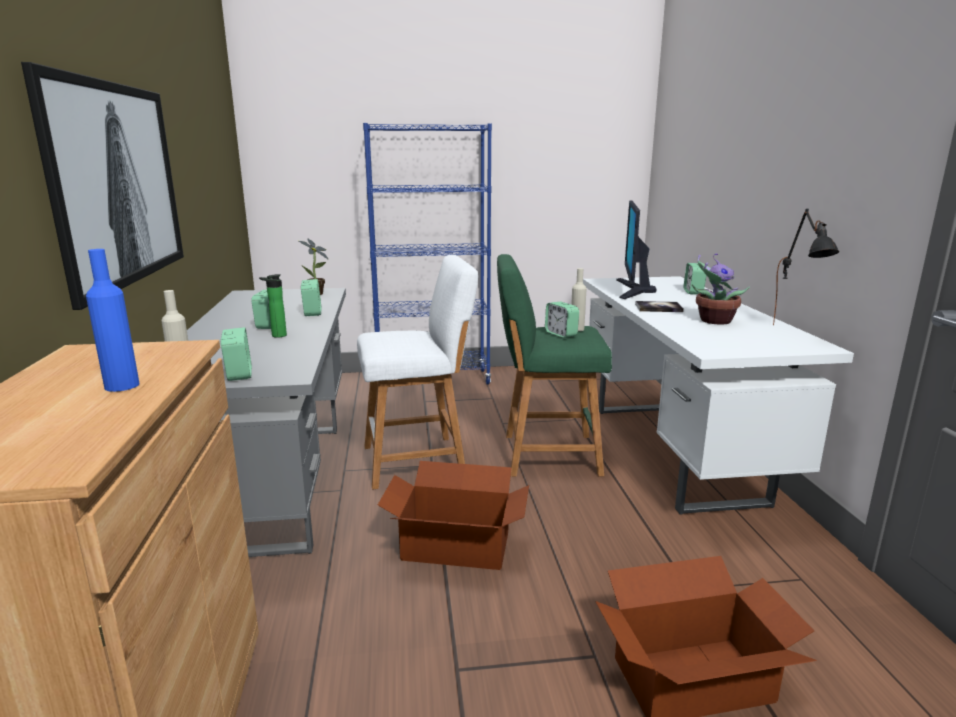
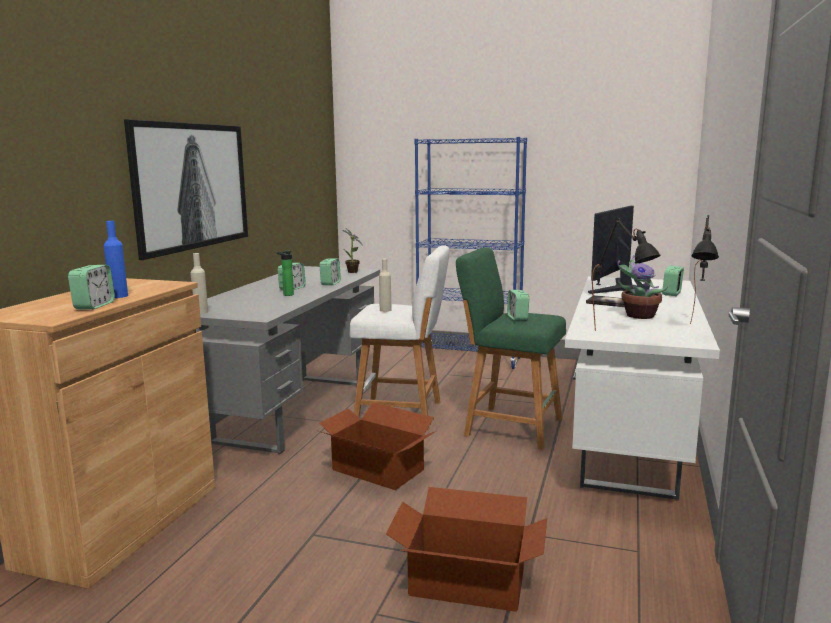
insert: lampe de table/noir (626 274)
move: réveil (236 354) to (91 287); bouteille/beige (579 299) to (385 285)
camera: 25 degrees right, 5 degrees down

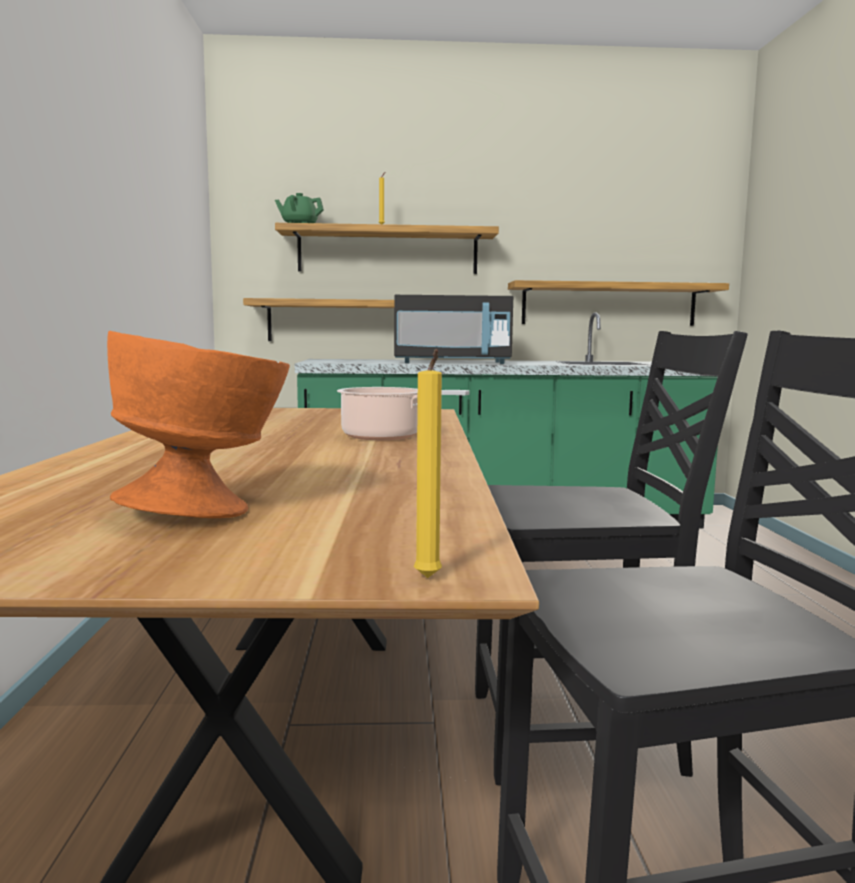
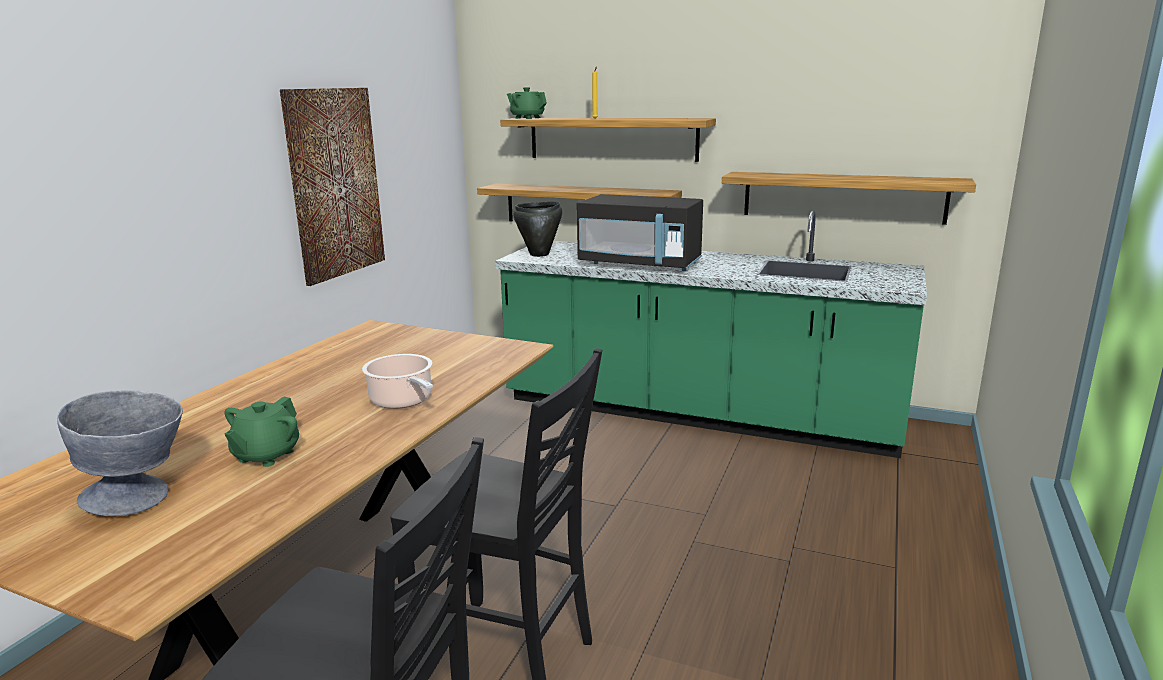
delete: bougie/jaune (428 463)
insert: théière/vert (261 432); tableau (332 187); marmite/noir (537 229)
recolor: bol/orange (198 424) to bol/gris (120 453)
camera: 25 degrees right, 10 degrees up

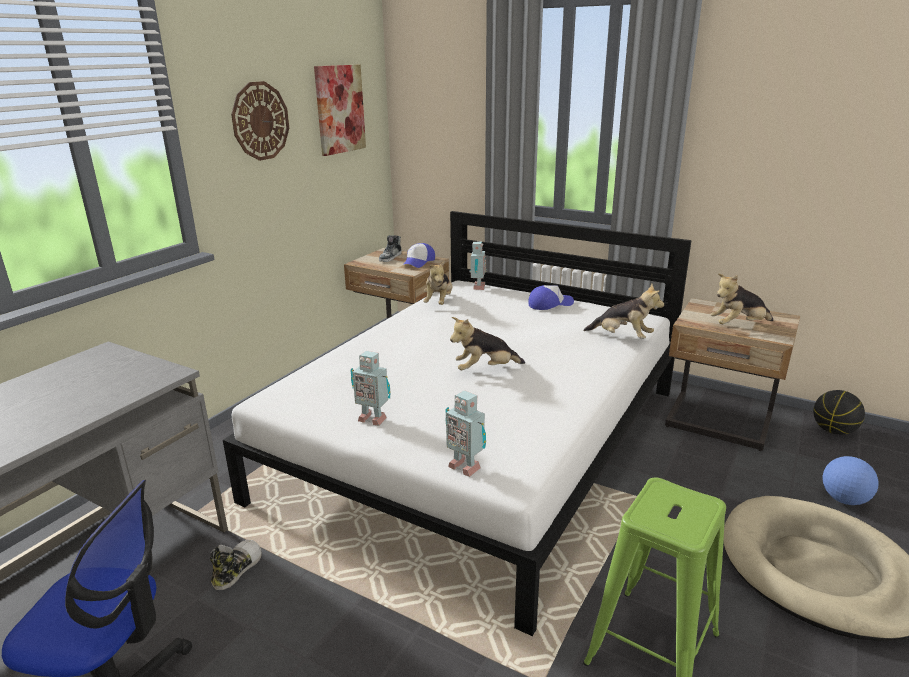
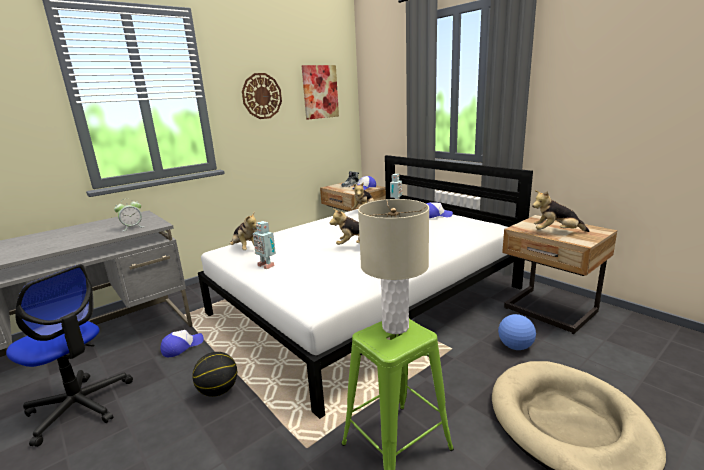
delete: robot jouet (465 433)
insert: réveil (128 215); lampe de table/beige (393 266)
move: ballon de basket (839 412) to (214 374); peluche (623 311) to (243 231); ballon de foot (850 480) to (517 332)
replace: chaussure (236 565) to casquette (182 343)
camera: 20 degrees right, 5 degrees down

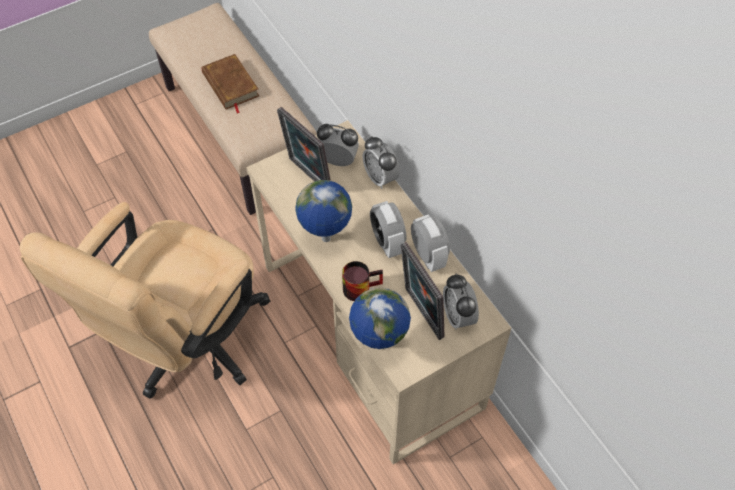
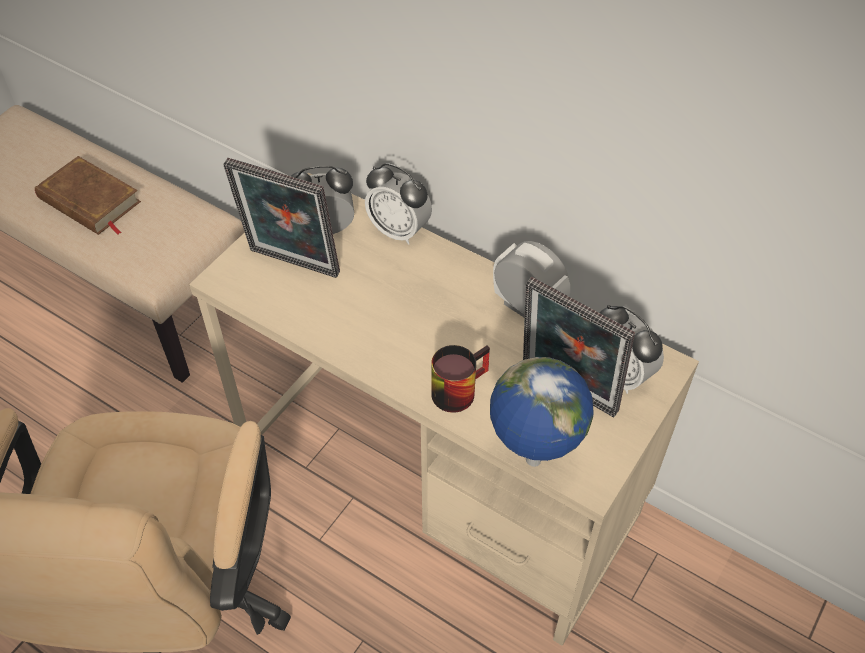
delete: globe (323 211); réveil (388 229)
camera: 25 degrees left, 5 degrees down

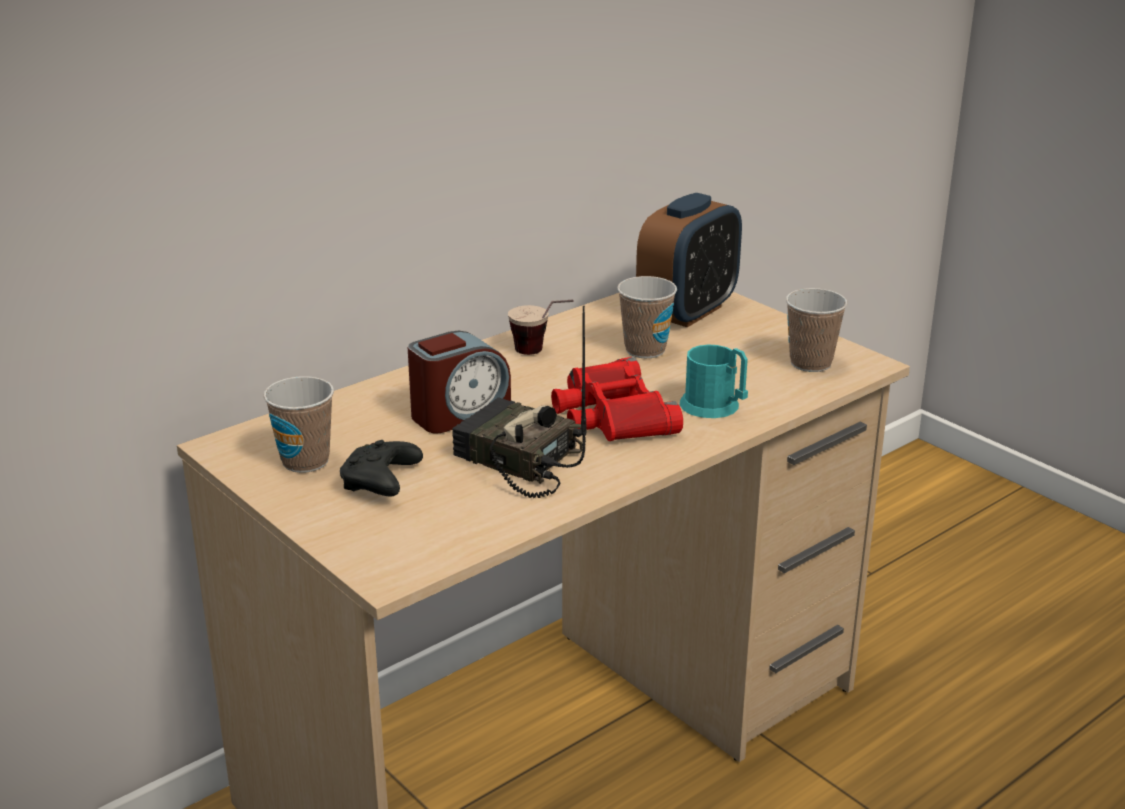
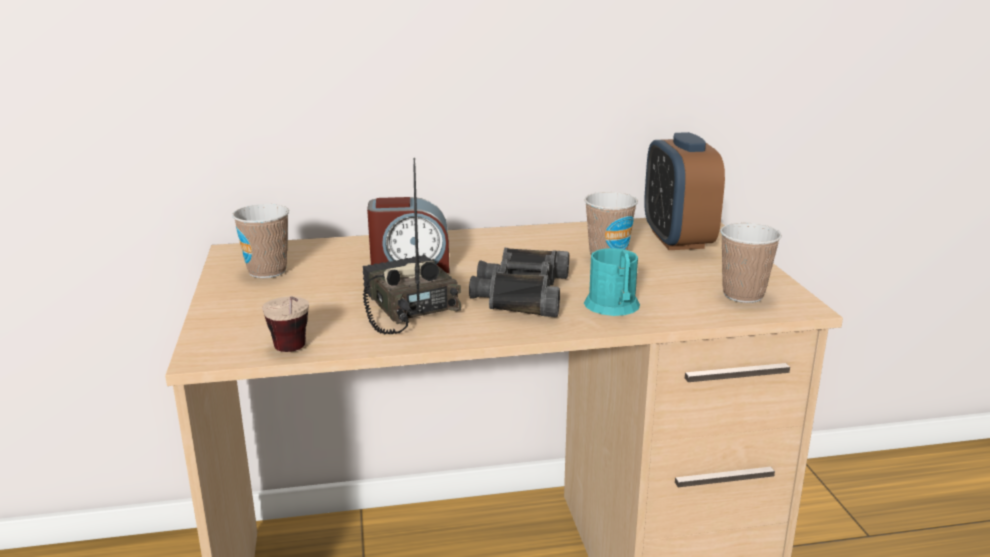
delete: manette/noir (381 468)
move: tasse (540 327) to (285 324)
recolor: jumelles/rouge (617 399) to jumelles/noir (519 282)
rotate: réveil (689 260) = (684 191) 105 degrees clockwise
camera: 30 degrees right, 5 degrees down

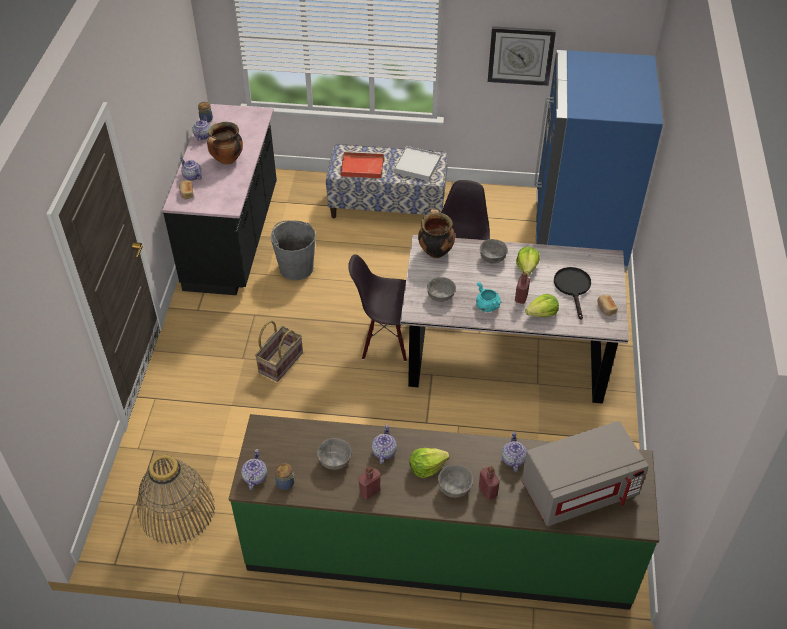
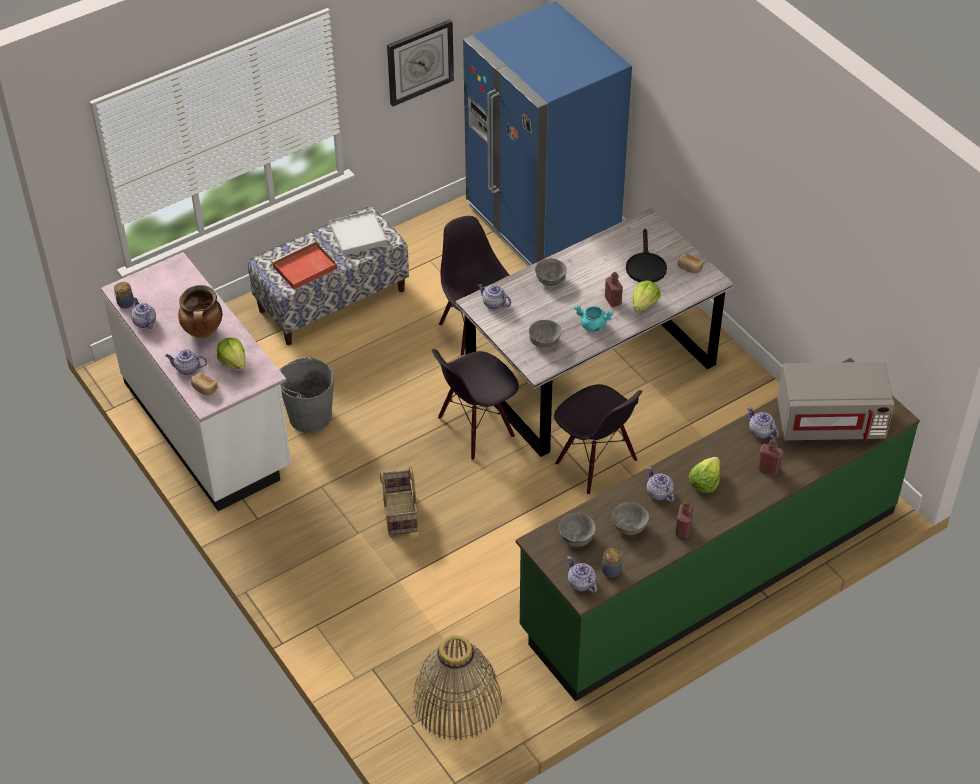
insert: chaise/noir (598 439)
move: laitue (528 261) to (231 354); bol/gris (455 481) to (577 530)
replace: marmite (436 233) to théière (494 297)
recolor: comptoir de cuisine/noir (219 199) to comptoir de cuisine/blanc (196 381)
rotate: poêle/noir (572 293) = (646 255) 135 degrees counterclockwise; micro-ondes/gris (585 474) = (835 402) 60 degrees clockwise
camera: 40 degrees left, 0 degrees up

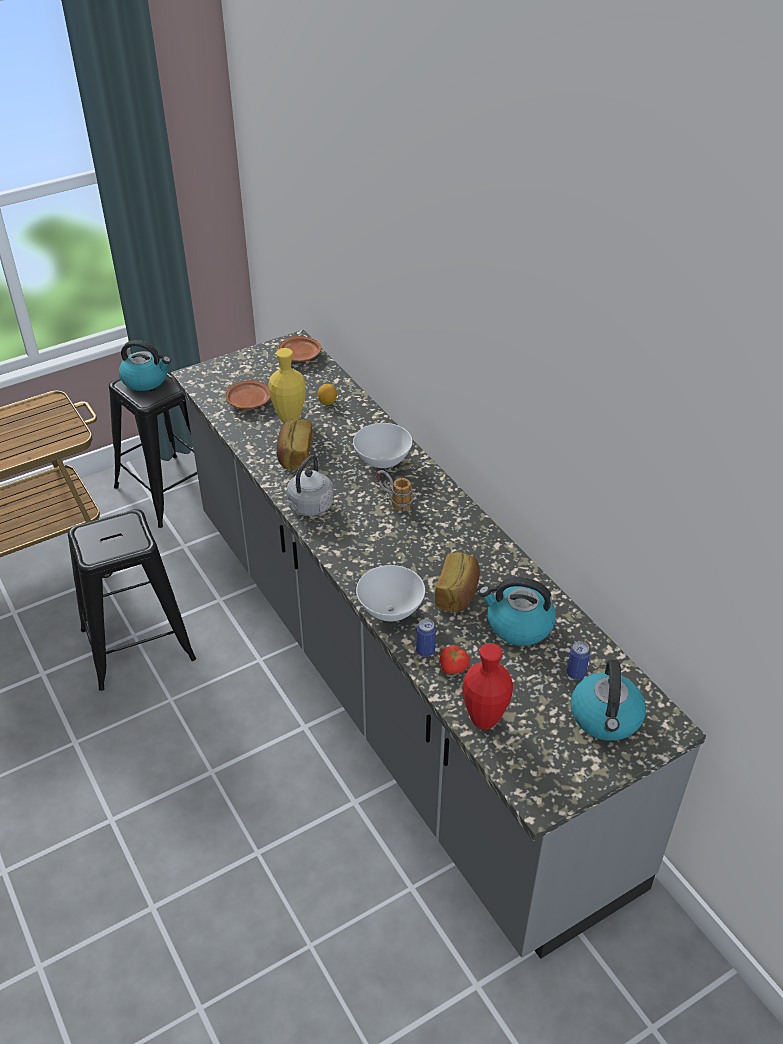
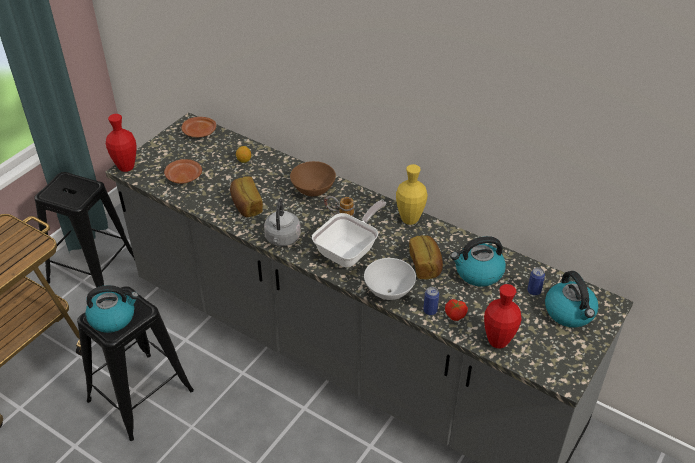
insert: vase/rouge (121 143); poêle (349 233)
move: bouilloire (145 365) to (112 309); vase/jaune (287 385) to (411 194)
recolor: bol/blanc (382 445) to bol/marron (313 178)
camera: 25 degrees left, 0 degrees up

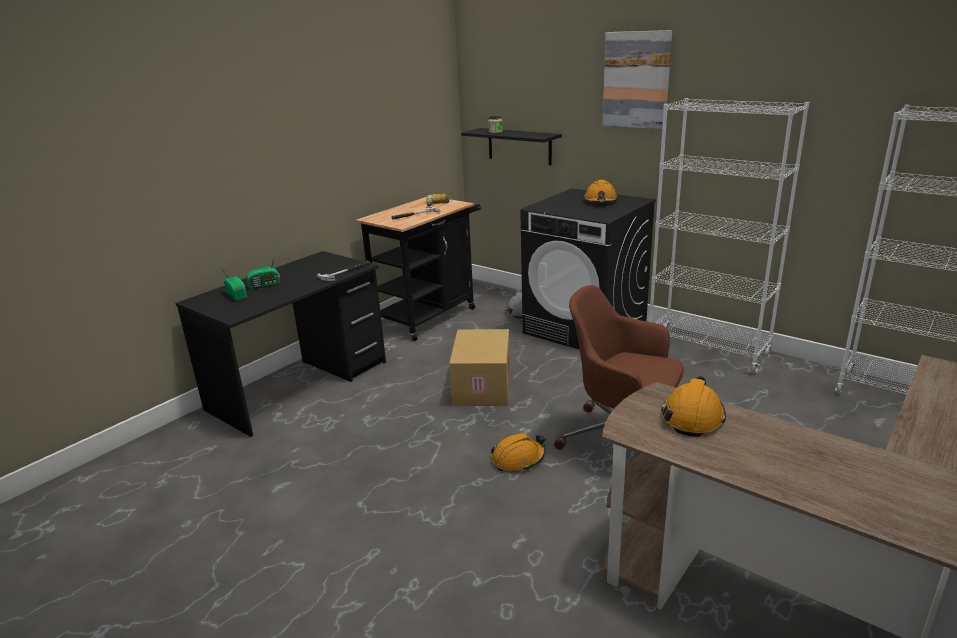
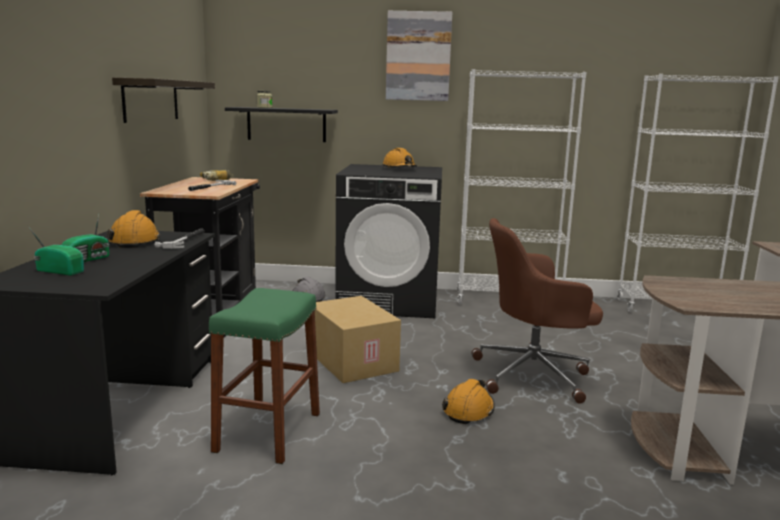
insert: étagère (163 100); tabouret/vert (264 376)
move: casque de chantier/orange (693 406) to (134 229)
camera: 35 degrees left, 10 degrees down

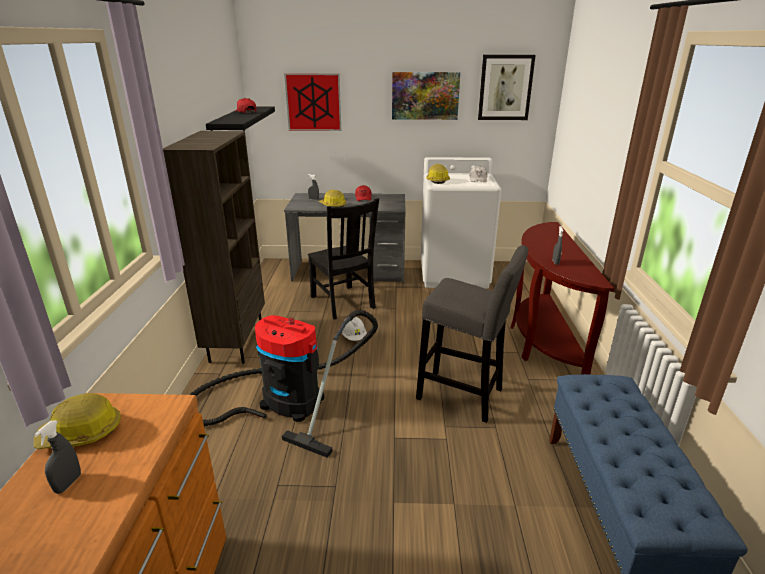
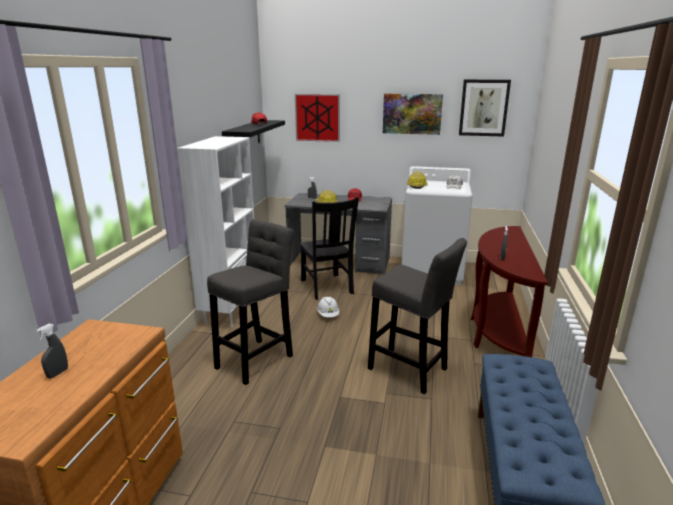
delete: casque de chantier (77 421)
replace: aspirateur (283 384) to tabouret/gris (250 302)
recolor: bibliothèque/marron (214 247) to bibliothèque/blanc (216 231)
camera: 10 degrees right, 5 degrees down

